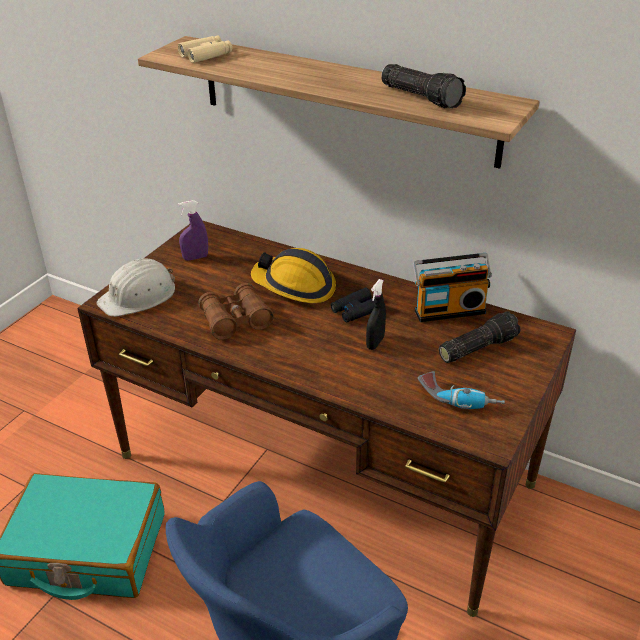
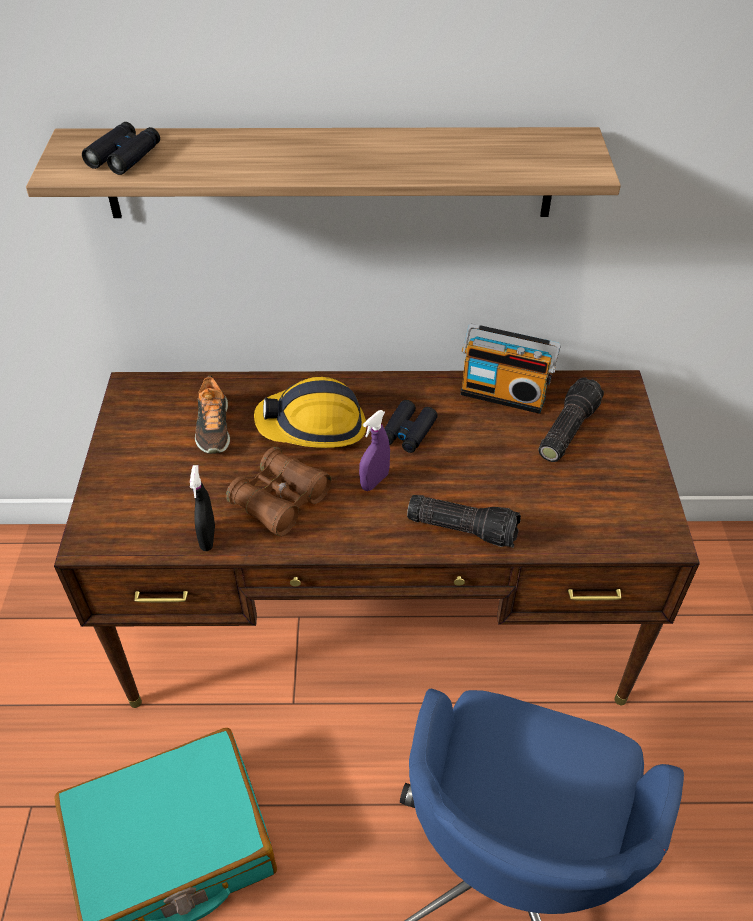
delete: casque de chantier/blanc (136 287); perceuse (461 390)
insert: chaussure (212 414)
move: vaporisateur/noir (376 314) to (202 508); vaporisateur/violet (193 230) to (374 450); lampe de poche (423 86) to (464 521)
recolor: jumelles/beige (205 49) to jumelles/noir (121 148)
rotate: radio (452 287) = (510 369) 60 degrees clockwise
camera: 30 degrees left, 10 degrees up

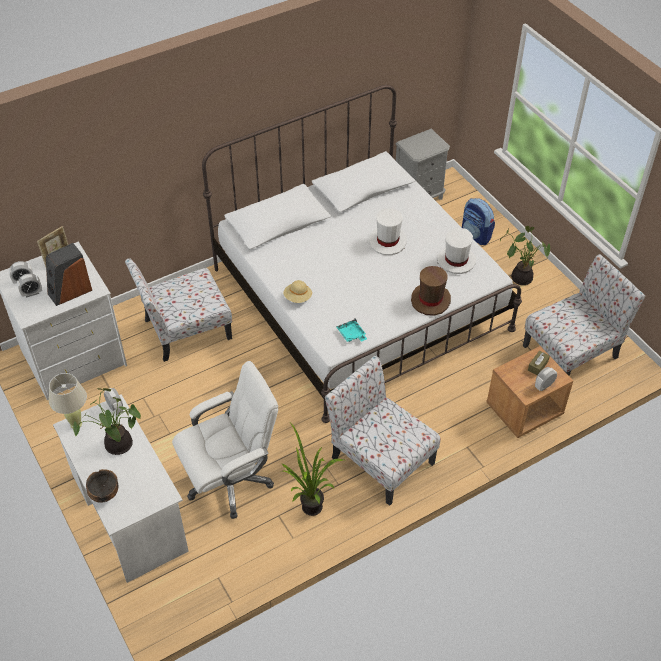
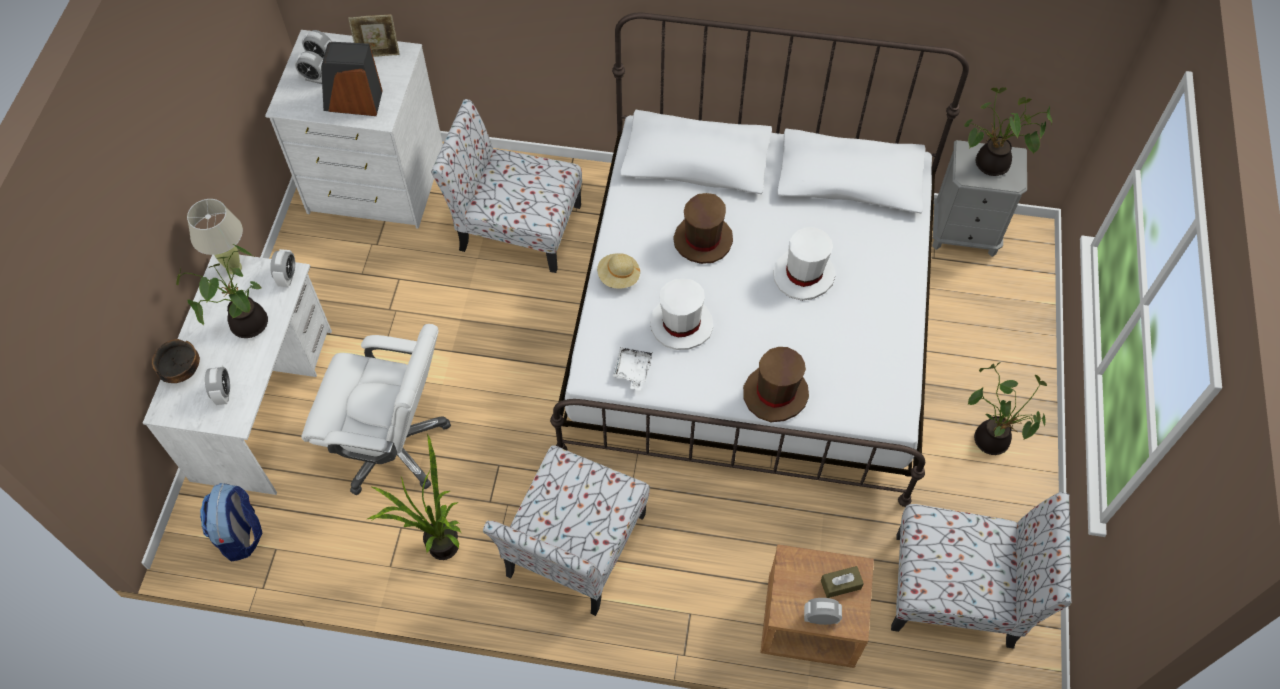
insert: réveil (217 385); chapeau/marron (703 228); plante en pot (1008 131)
move: sac à dos (478 221) to (231 522); chapeau/blanc (456 251) to (681 314)
recolor: plateau/turquoise (351 330) to plateau/blanc (632 369)
rotate: chaise (383 430) = (566 530) 150 degrees counterclockwise
camera: 40 degrees right, 10 degrees up

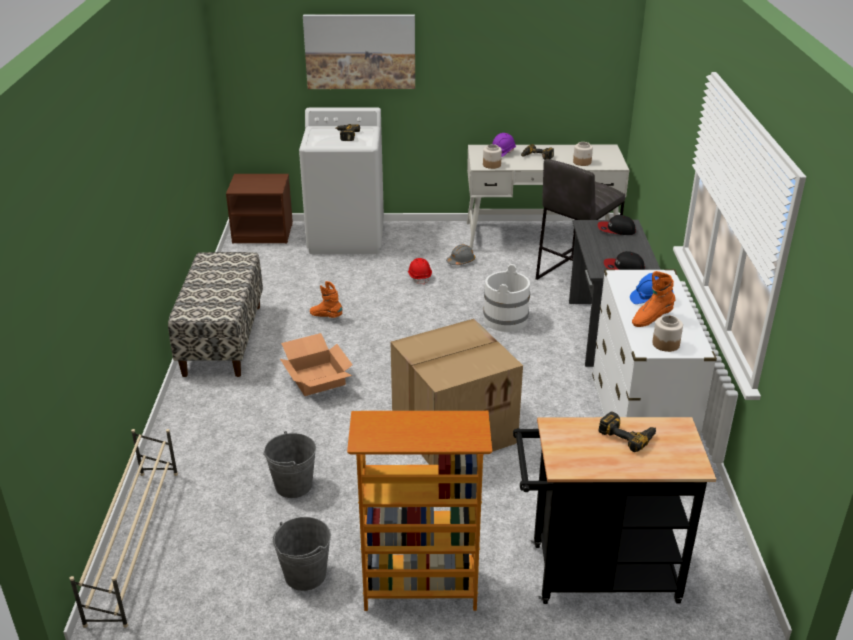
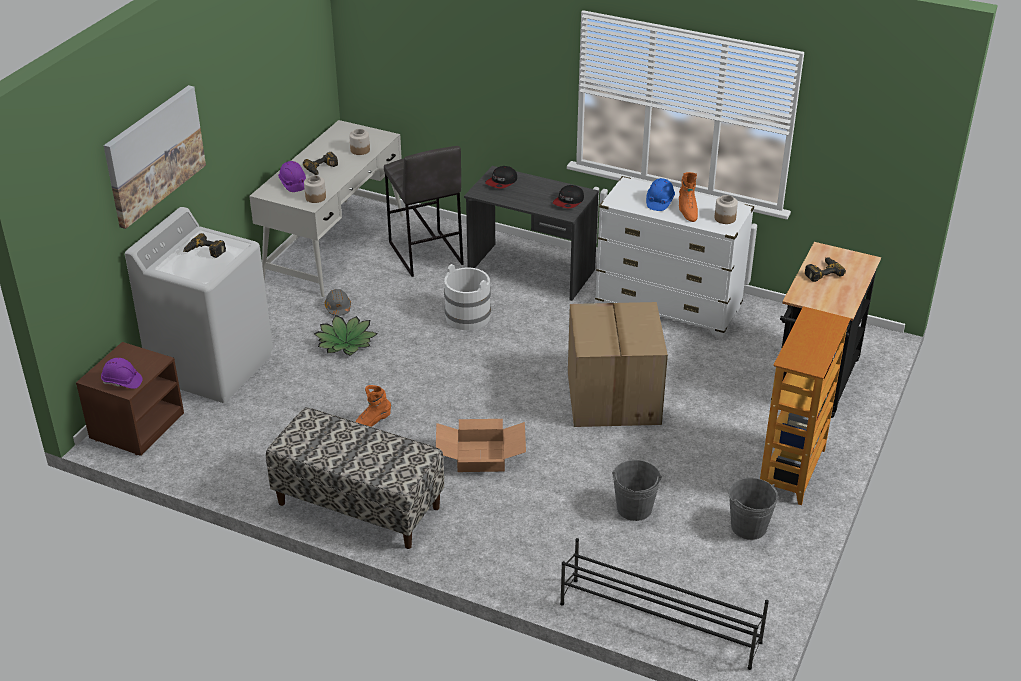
insert: casque de chantier/violet (122 373)
replace: casque de chantier/rouge (420 271) to plante en pot (346 335)
recolor: étagère à chaussures/beige (123 528) to étagère à chaussures/noir (664 604)
camera: 65 degrees left, 5 degrees up

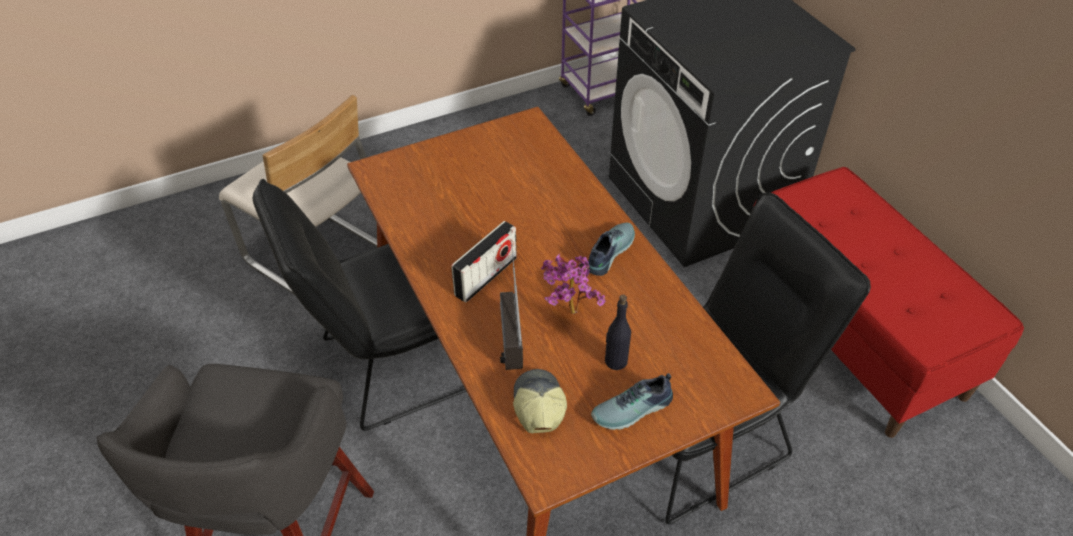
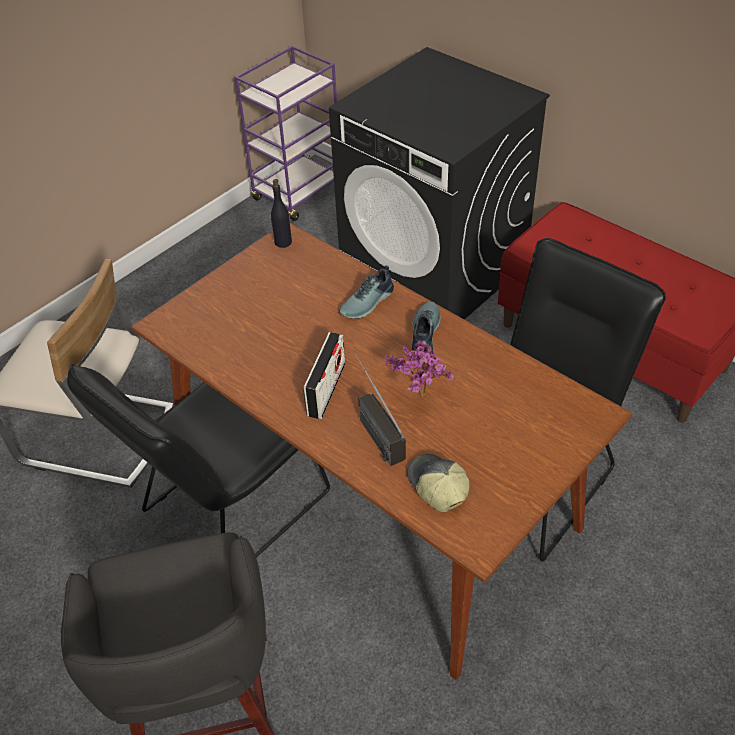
move: bouteille/noir (618 332) to (281 213); chaussure (632 401) to (366 292)
camera: 20 degrees left, 0 degrees up

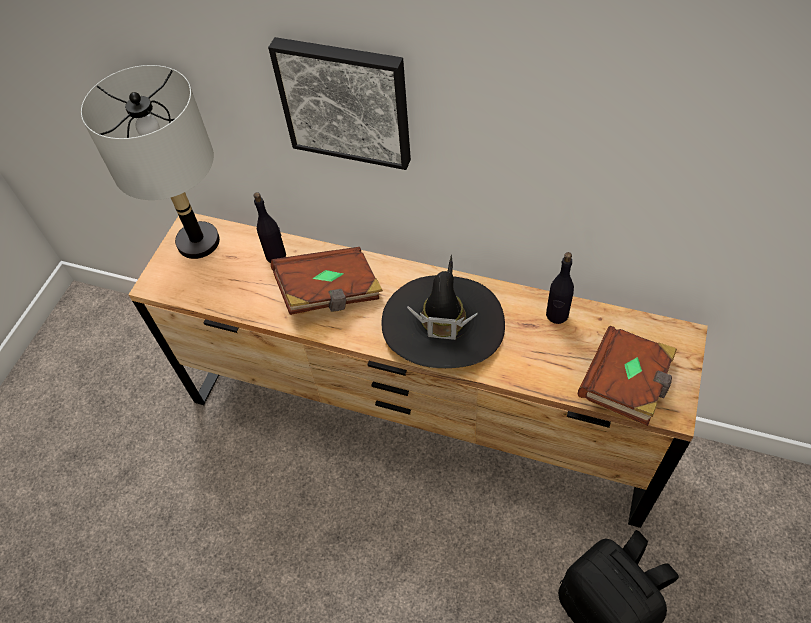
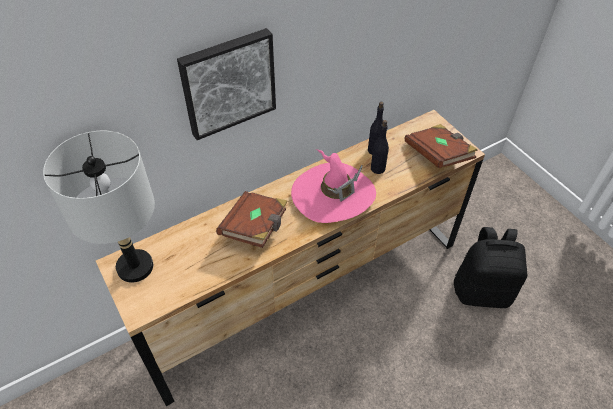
move: bouteille/noir (269 227) to (380 147)
recolor: chapeau/noir (443 311) to chapeau/rose (333 186)
camera: 55 degrees left, 5 degrees down

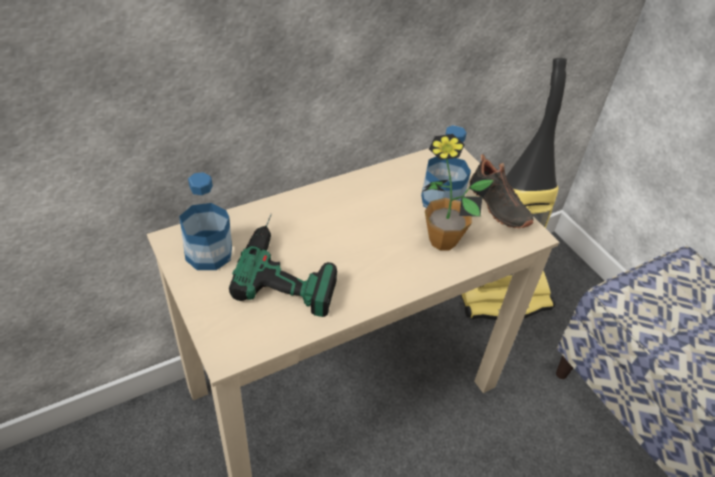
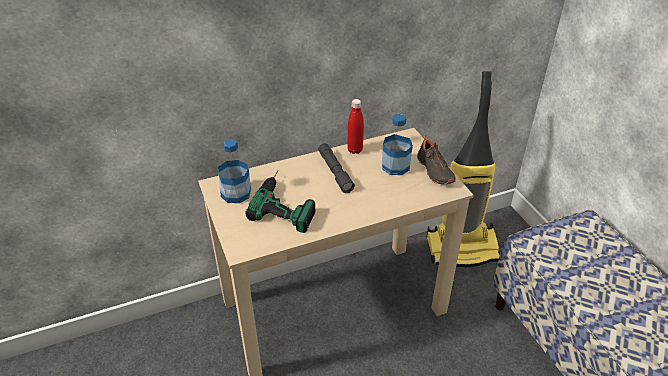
delete: plante en pot (458 192)
insert: lampe de poche/gris (336 168); bouteille/rouge (355 126)
camera: 10 degrees right, 5 degrees down

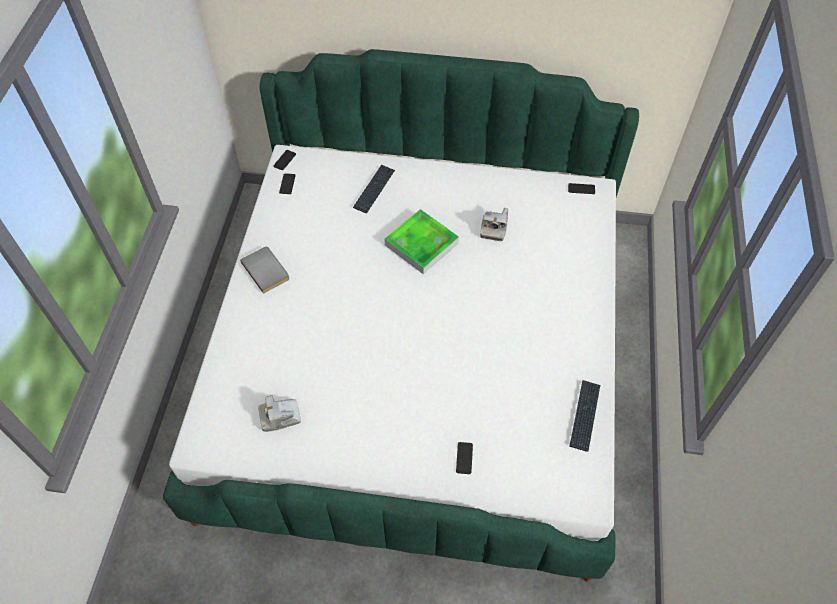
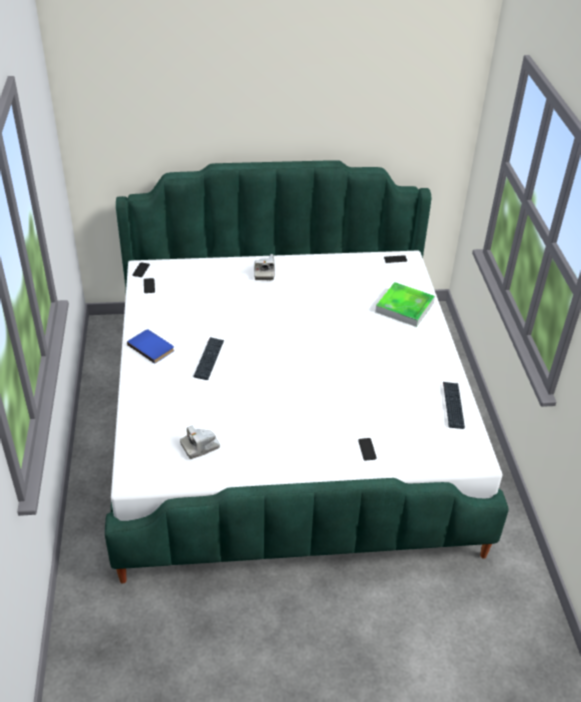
move: clavier (374 189) to (208 358); appareil photo (494 224) to (264 267); plateau (421 241) to (405 304)
recolor: livre/gris (264 270) to livre/bleu (150 346)
camera: 15 degrees left, 15 degrees down

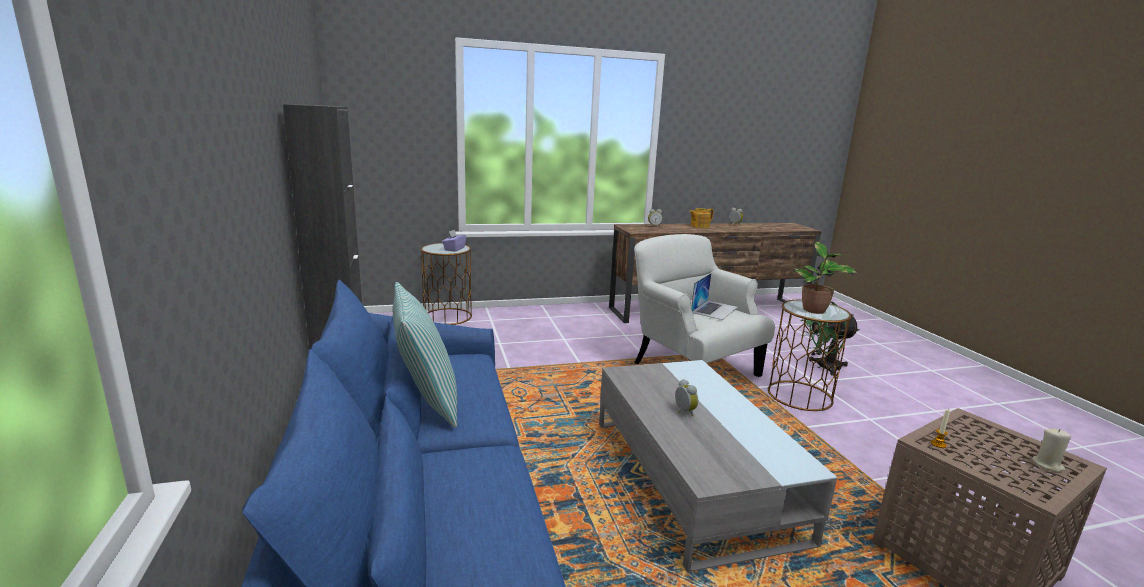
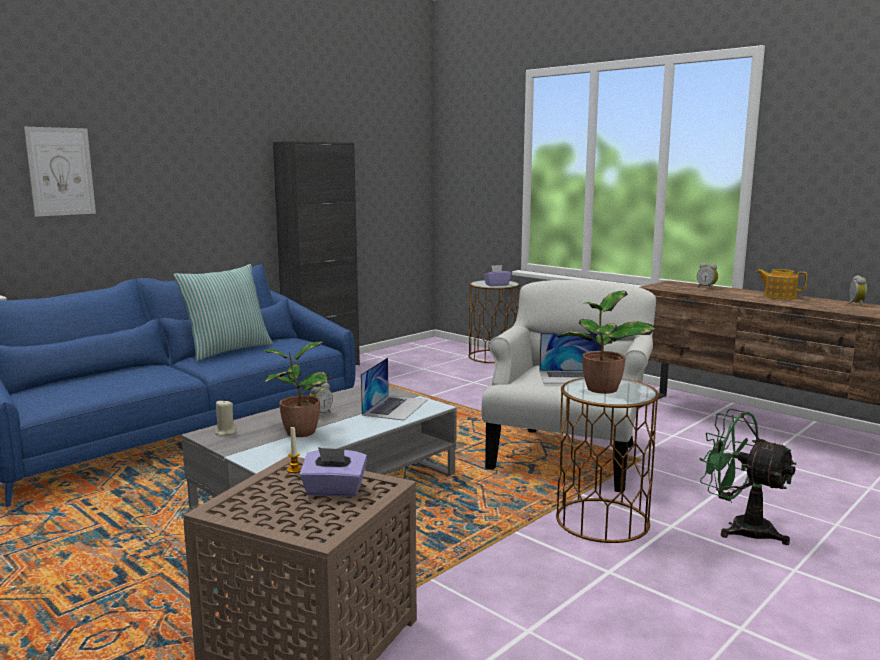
insert: tableau (60 172); plante en pot (297 389); boîte à mouchoirs/violet (333 472); ordinateur portable (394 389)
move: bougie/beige (1051 450) to (226 417)
camera: 60 degrees right, 5 degrees down

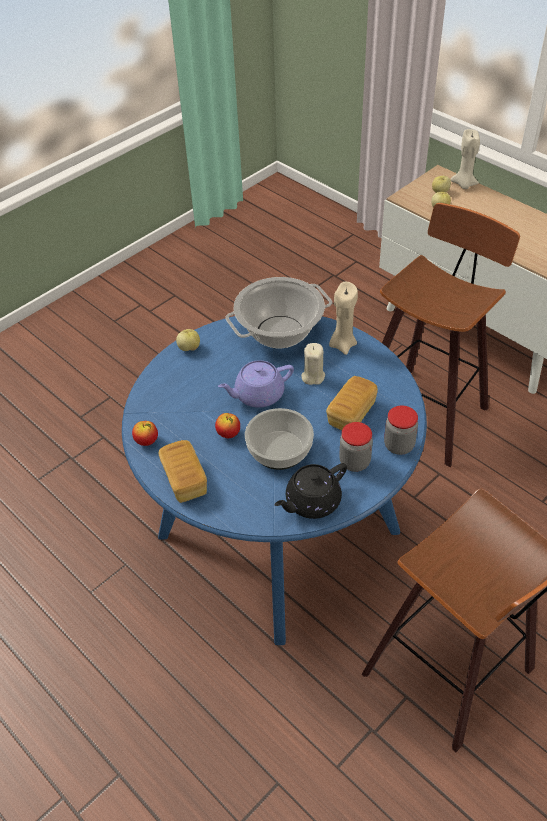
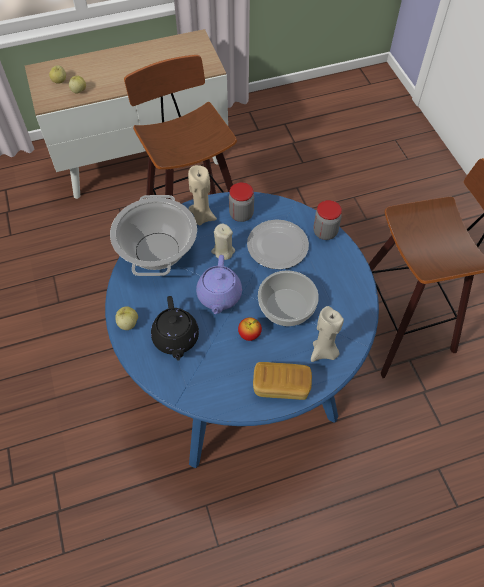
delete: pomme (145 433)
move: théière/noir (311 491) to (175 328); bocal (356 447) to (241 202); bougie/beige (465 159) to (327 334)
replace: pain (352 403) to assiette (278 244)
camera: 65 degrees left, 10 degrees up

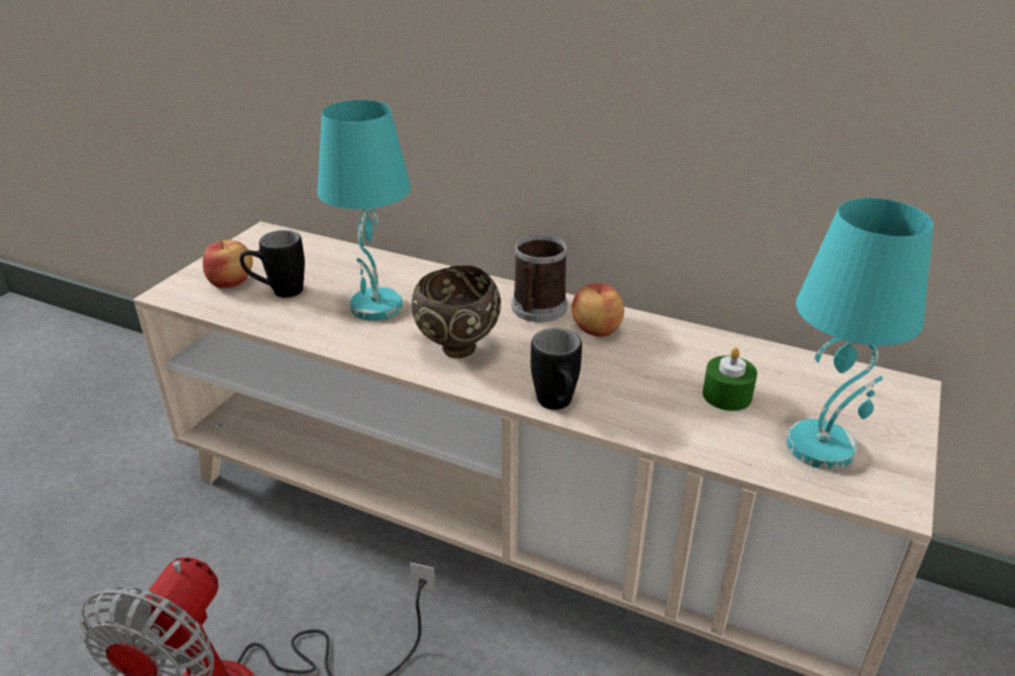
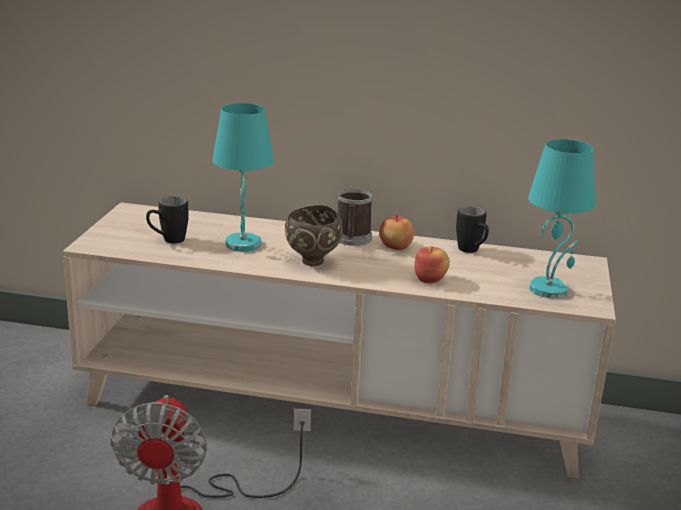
delete: bougie/vert (730 379)
move: pomme (228 264) to (432 264); mug/noir (556 369) to (472 229)
camera: 15 degrees left, 10 degrees down

